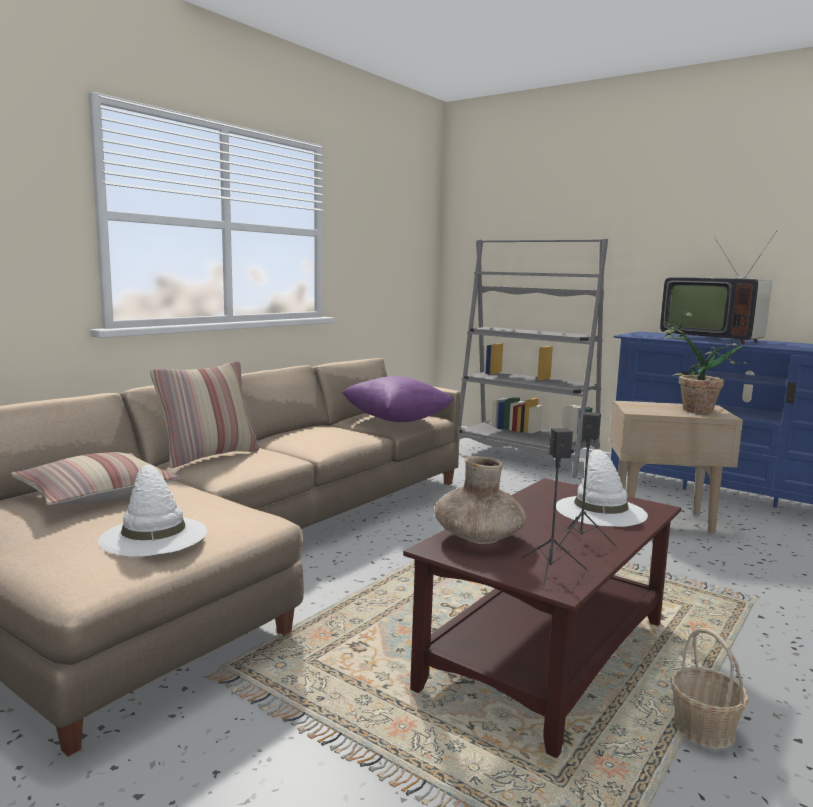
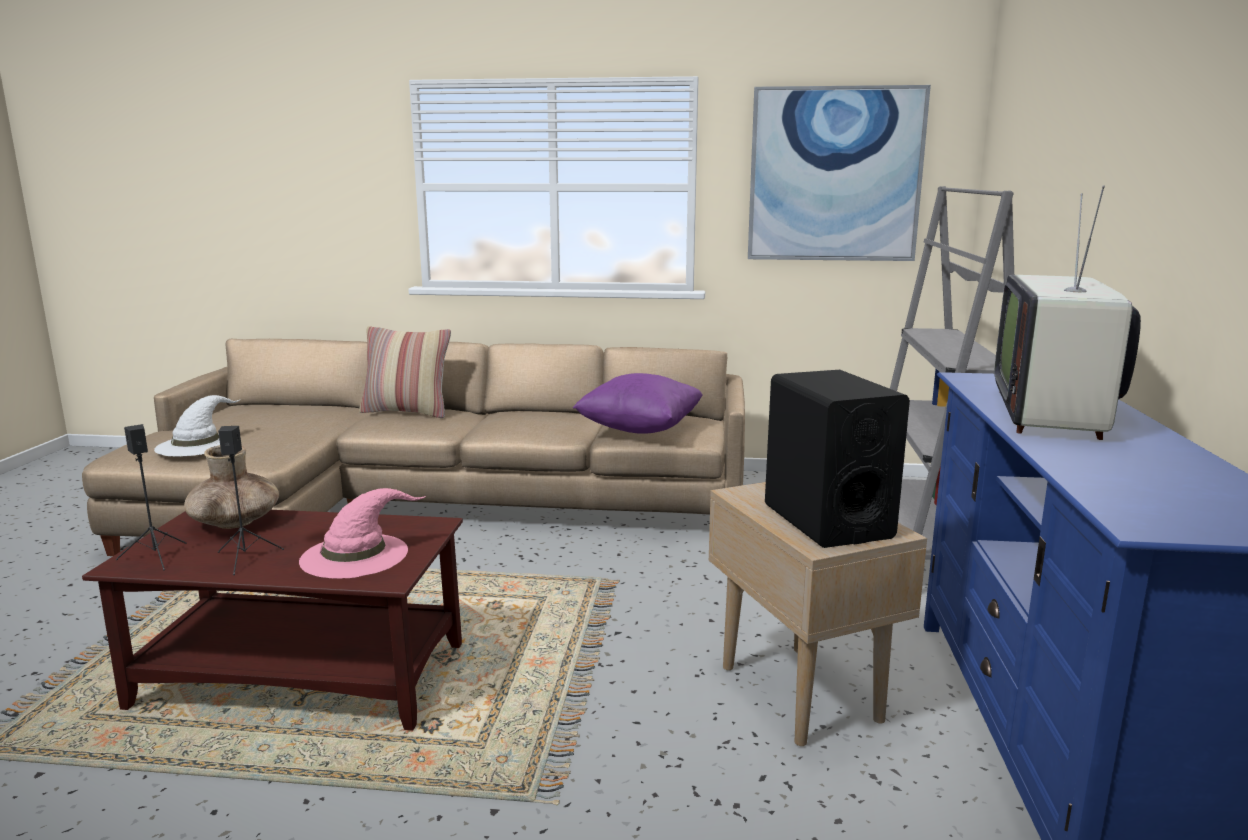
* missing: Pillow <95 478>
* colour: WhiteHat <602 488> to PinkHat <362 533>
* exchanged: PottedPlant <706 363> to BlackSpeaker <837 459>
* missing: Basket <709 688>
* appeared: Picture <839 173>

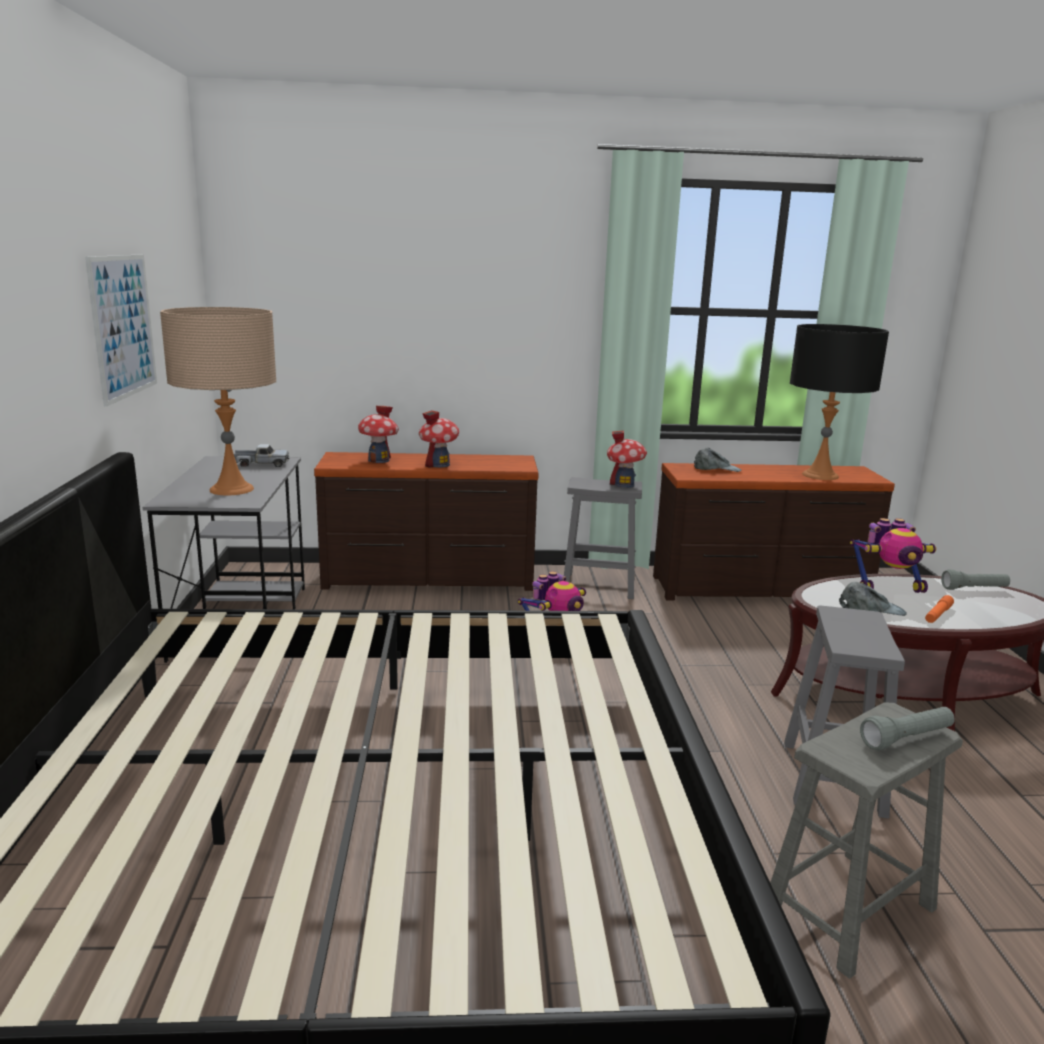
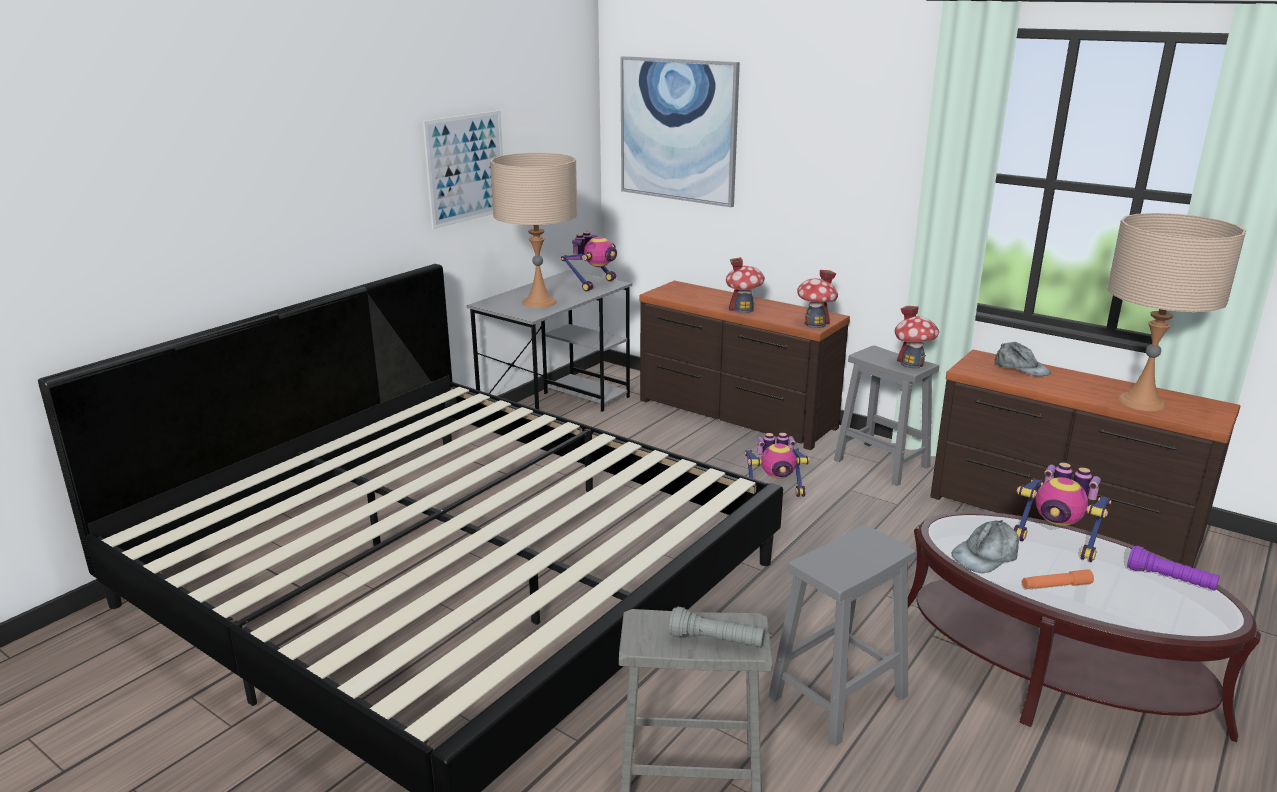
* exchanged: ToyTruck <261 455> to ToyRobot <589 262>
* relocated: ToyHouse <378 434> to <817 299>
* colour: BlackTableLamp <839 402> to BeigeTableLamp <1176 312>
* spun: GreyCap <873 599> = <985 547> 105 degrees clockwise
* colour: GreyFlashlight <975 579> to PurpleFlashlight <1173 568>
* appeared: Picture <680 131>

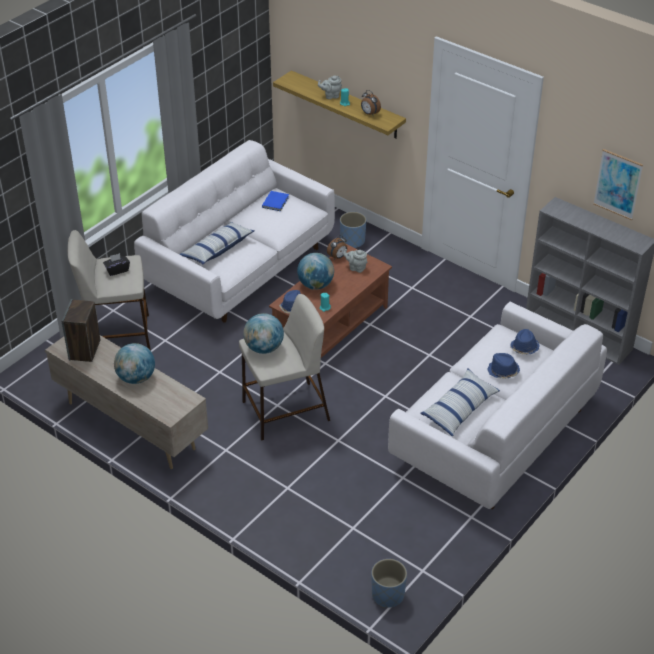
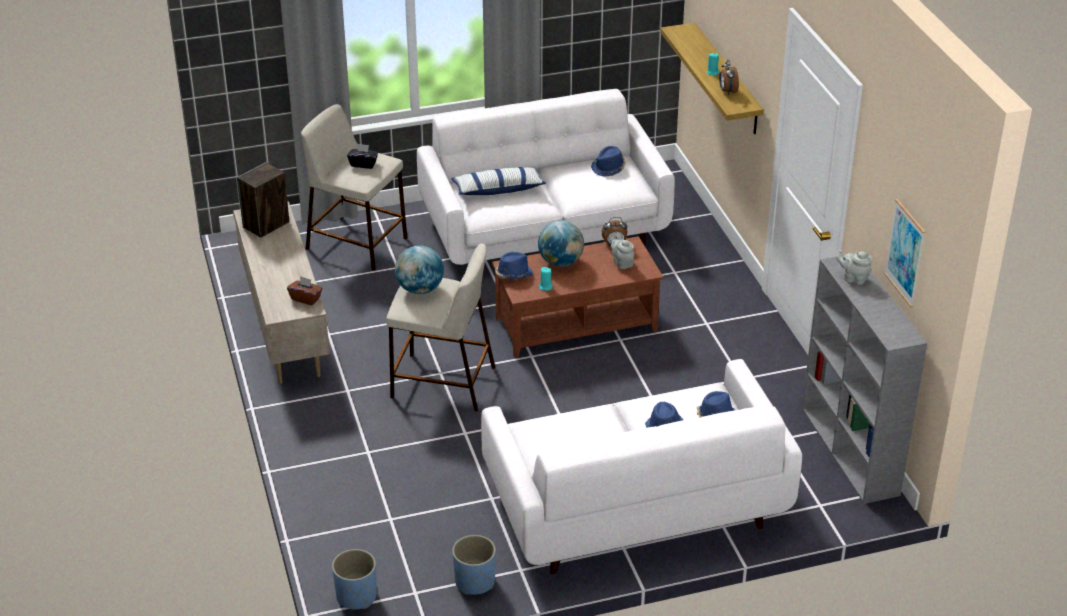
* missing: Globe <134 363>
* exchanged: BlueBook <275 201> to BlueHat <608 161>
* relocated: GreyTeapot <330 87> to <854 267>
* relocated: BluePlanter <353 230> to <474 565>
* missing: Pillow <460 402>
* appeared: BrownTissueBox <304 290>

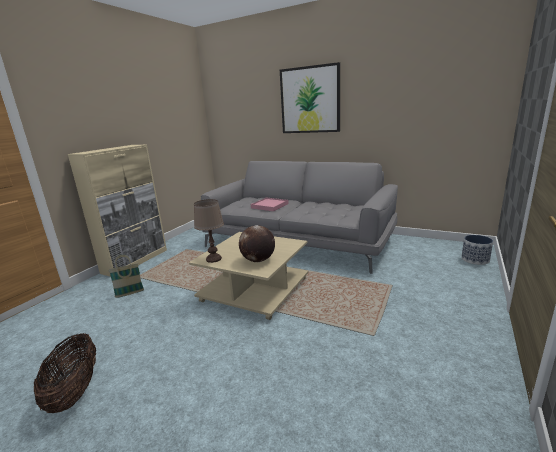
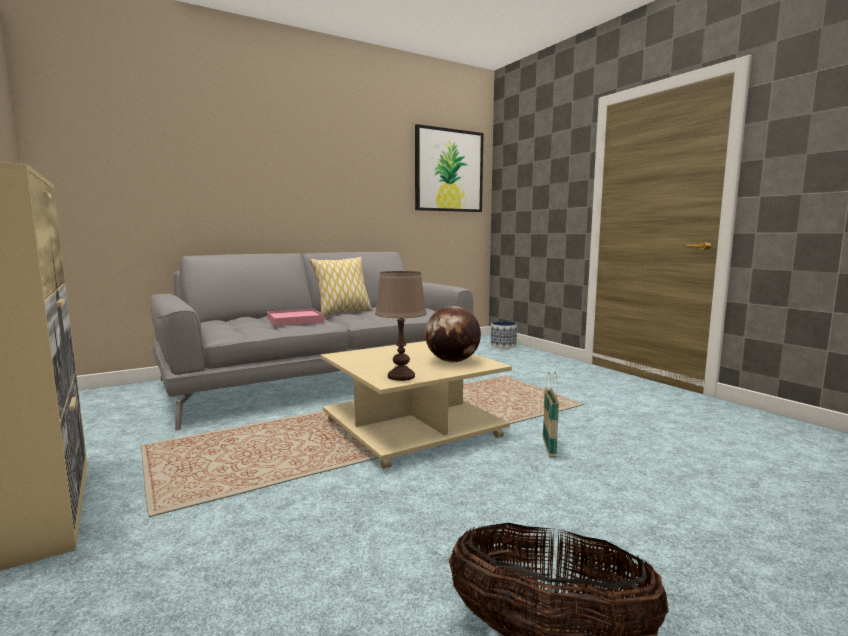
* relocated: Basket <126 276> to <551 415>
* relocated: Picture <310 97> to <449 168>
* appeared: Pillow <341 286>

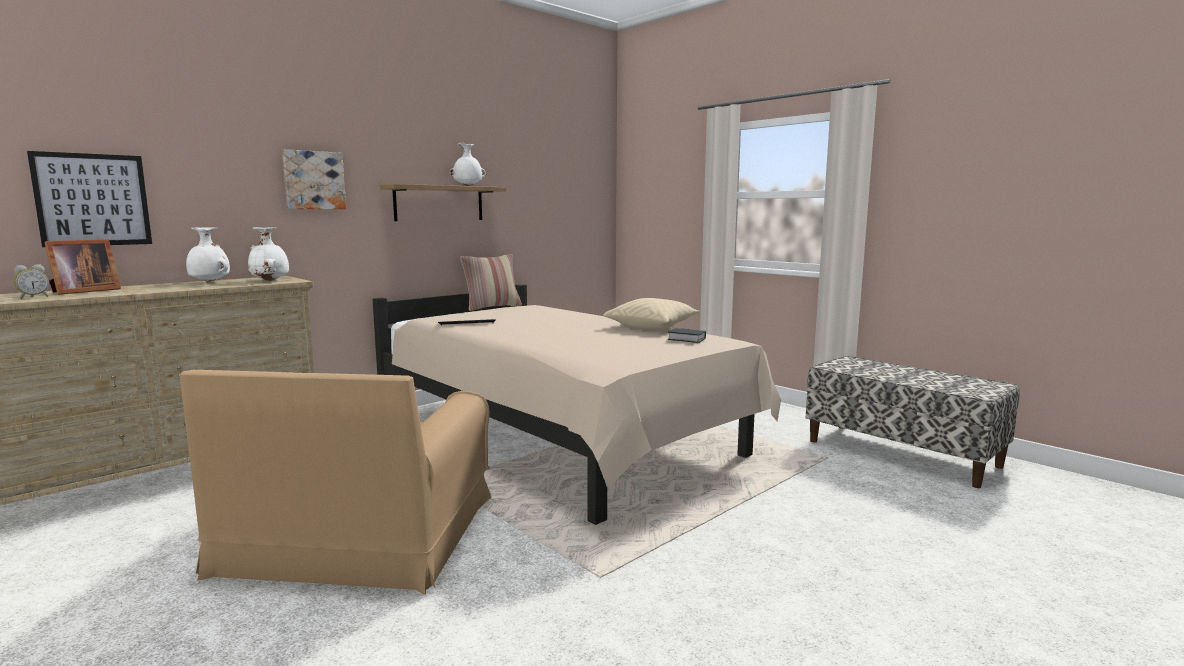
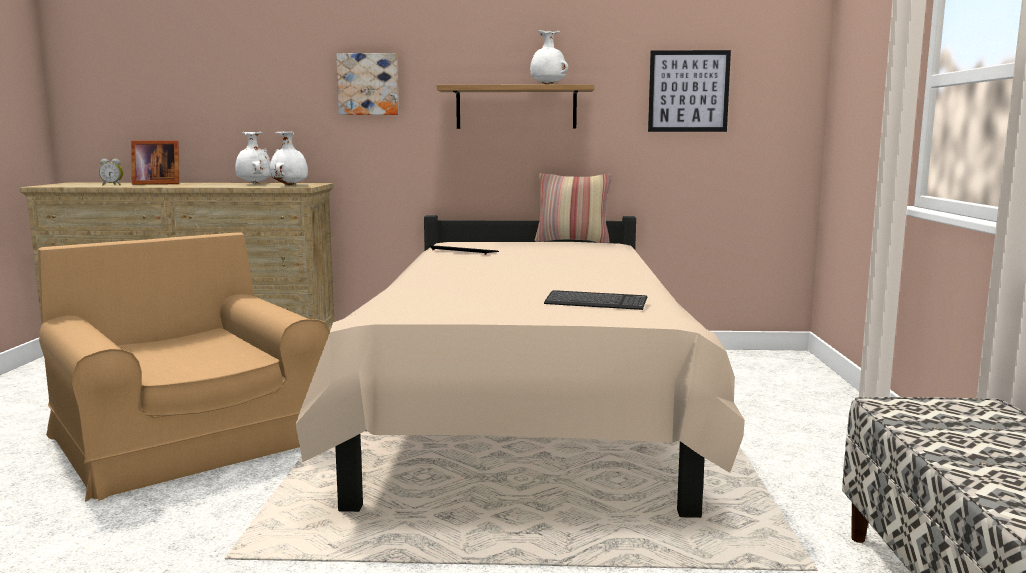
* relocated: Picture <89 199> to <689 91>
* spun: BrownArmchair <335 482> = <184 367> 90 degrees clockwise
* missing: BeigePillow <651 314>
* exchanged: Book <687 335> to Keyboard <595 300>

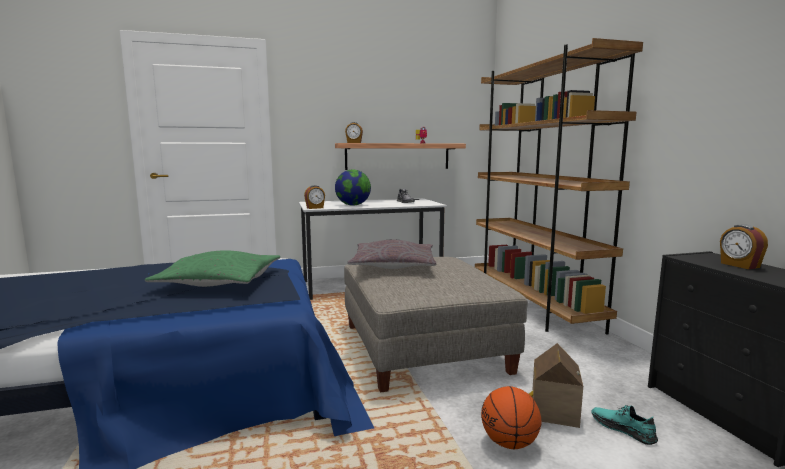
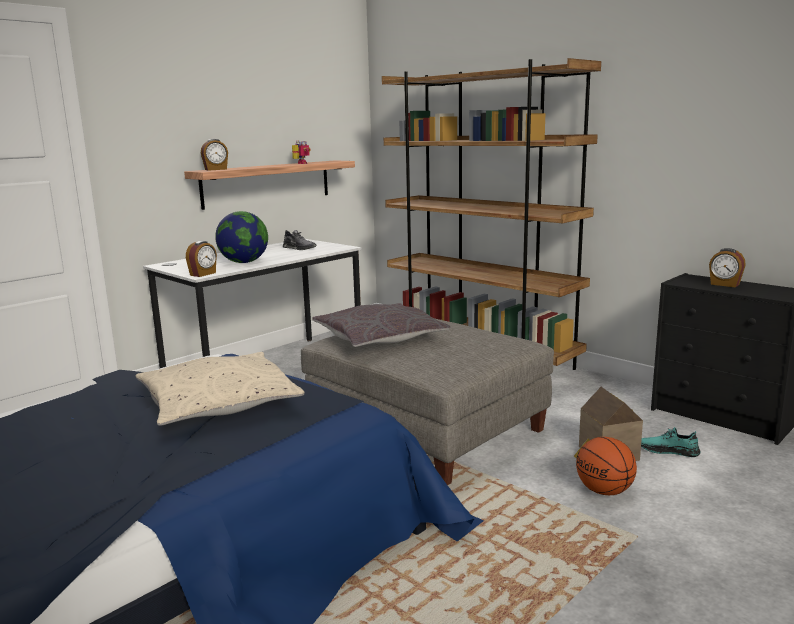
* colour: GreenPillow <212 268> to BeigePillow <220 389>

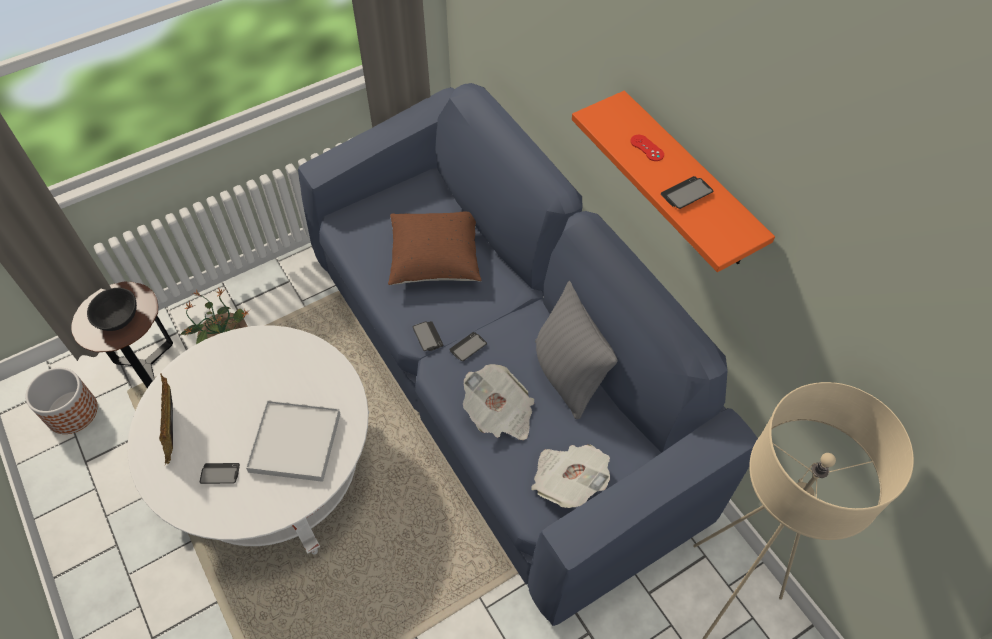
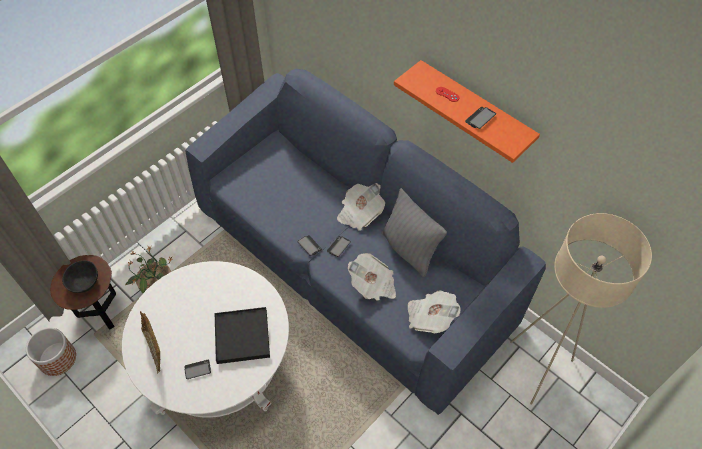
* colour: WhiteTray <293 441> to BlackTray <242 335>
* missing: BrownPillow <435 248>
* appeared: Newspaper <361 206>

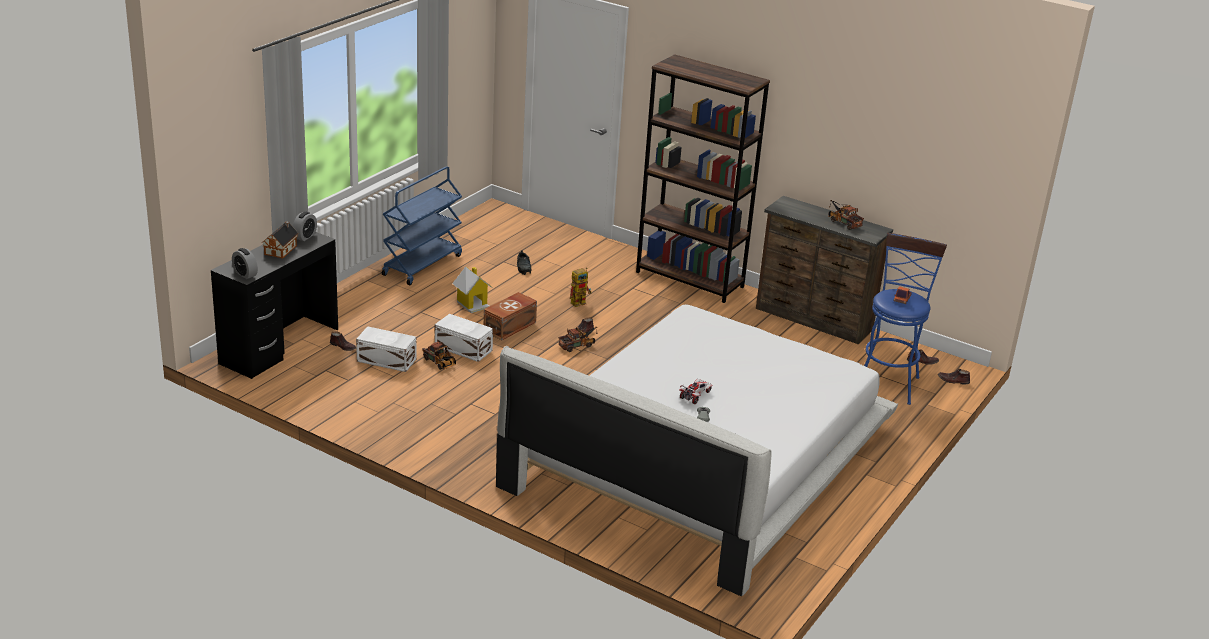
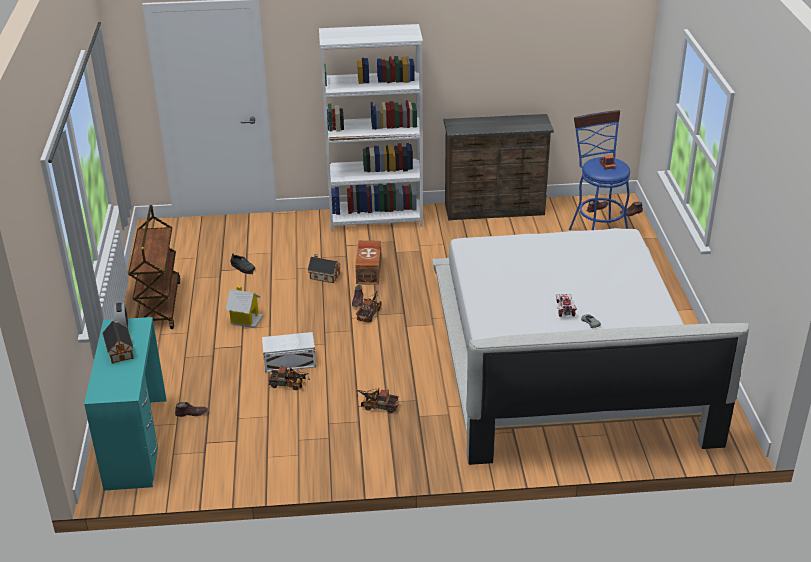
* colour: BlackDesk <274 305> to TurquoiseDesk <125 404>
* missing: AlarmClock <245 263>
* missing: WhiteStorageBox <386 349>
* colour: BlueCart <422 225> to BrownCart <154 267>
* relocated: BrownStorageBox <510 316> to <368 262>
* exchanged: ToyRobot <581 287> to ToyHouse <324 268>
* colour: BrownBookcase <703 178> to WhiteBookcase <371 127>
* relocated: ToyTruck <846 215> to <377 401>

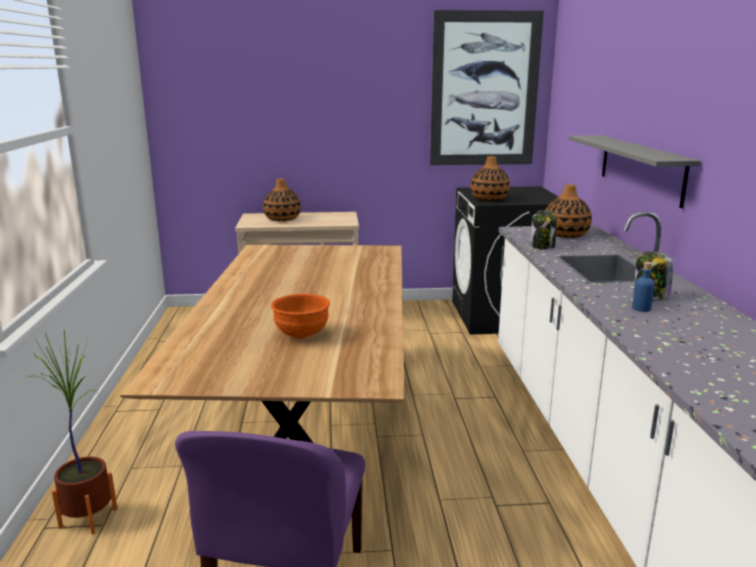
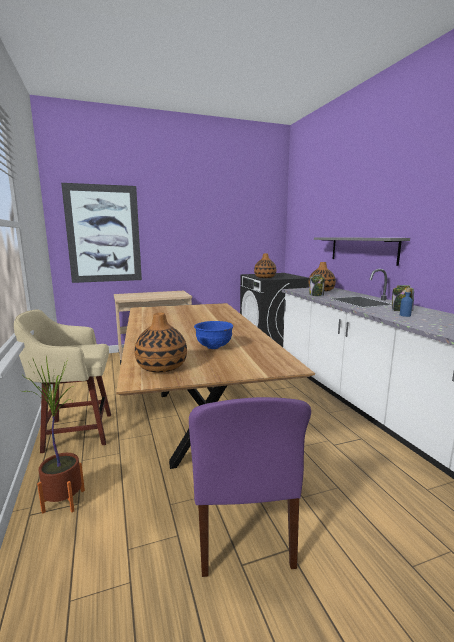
* relocated: Vase <282 200> to <161 343>
* colour: OrangeBowl <300 316> to BlueBowl <213 335>
* relocated: Picture <487 87> to <101 233>
* appeared: BeigeStool <62 381>

